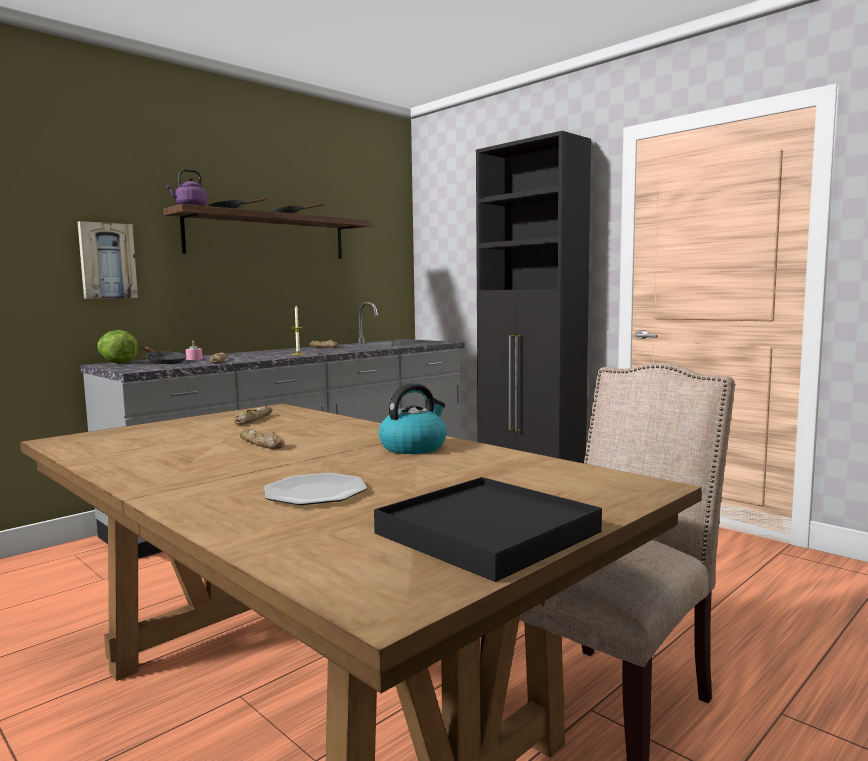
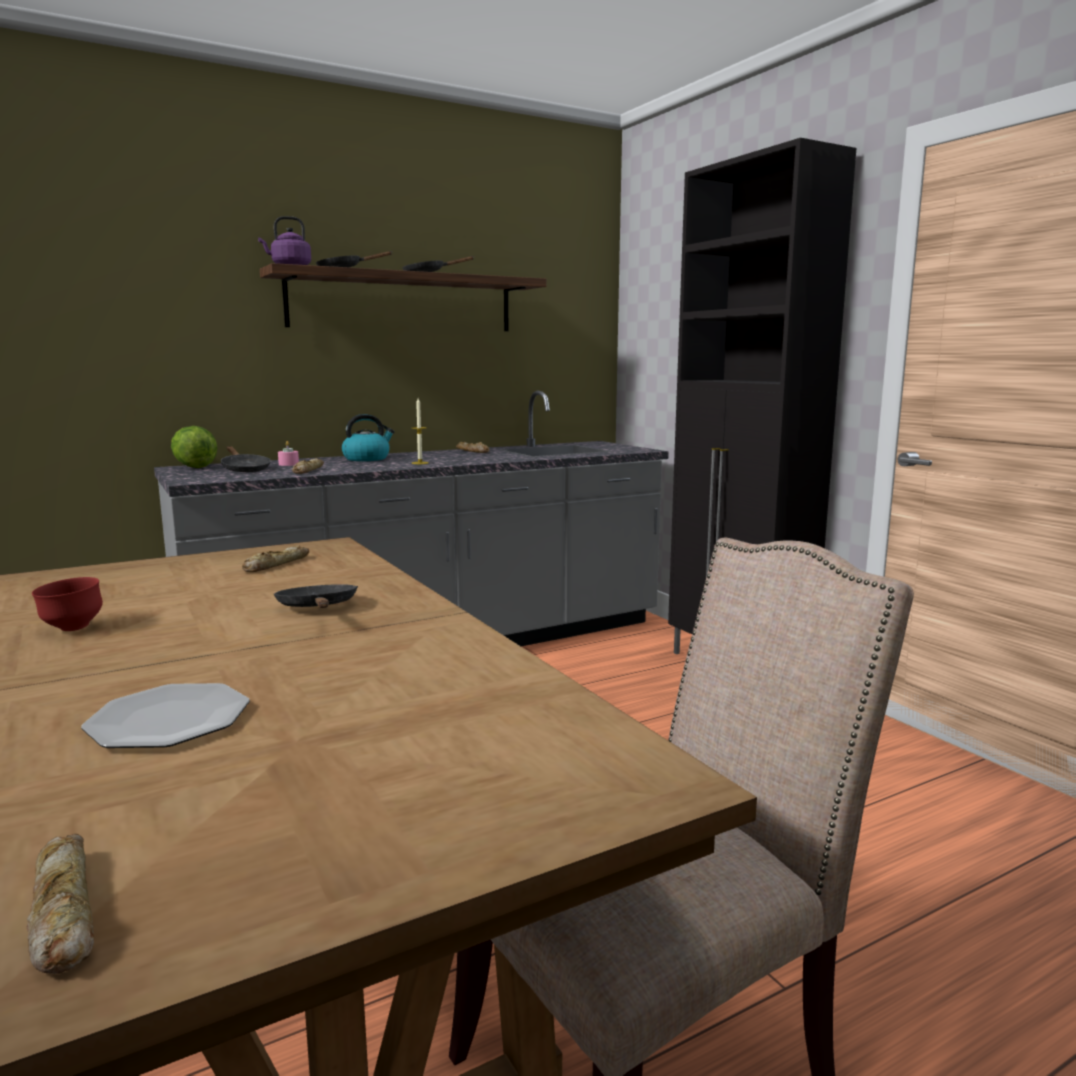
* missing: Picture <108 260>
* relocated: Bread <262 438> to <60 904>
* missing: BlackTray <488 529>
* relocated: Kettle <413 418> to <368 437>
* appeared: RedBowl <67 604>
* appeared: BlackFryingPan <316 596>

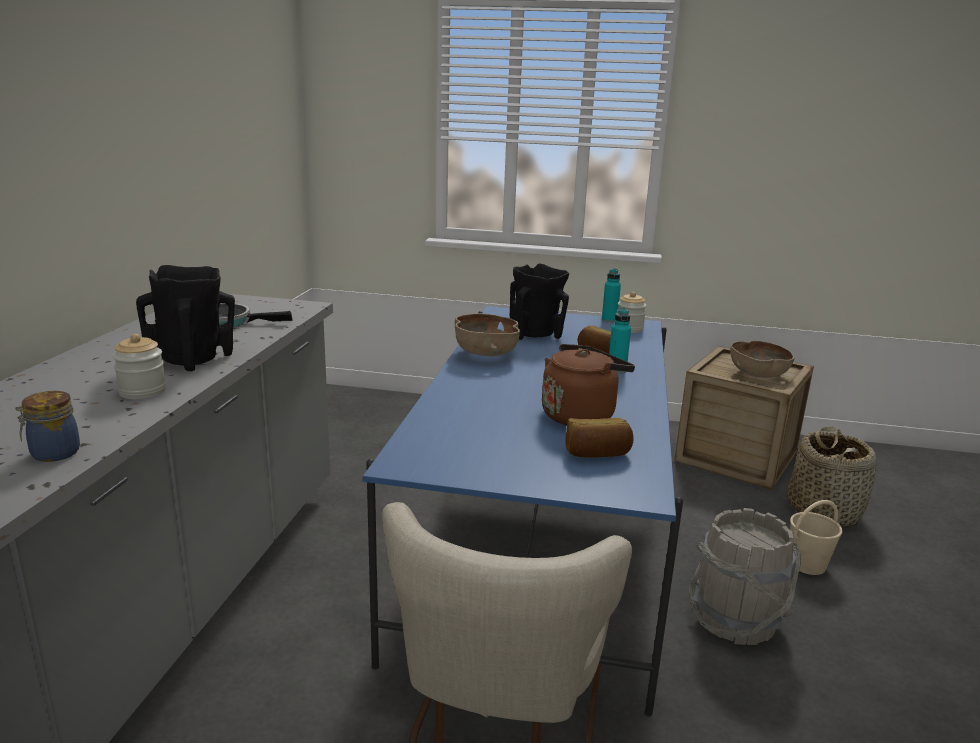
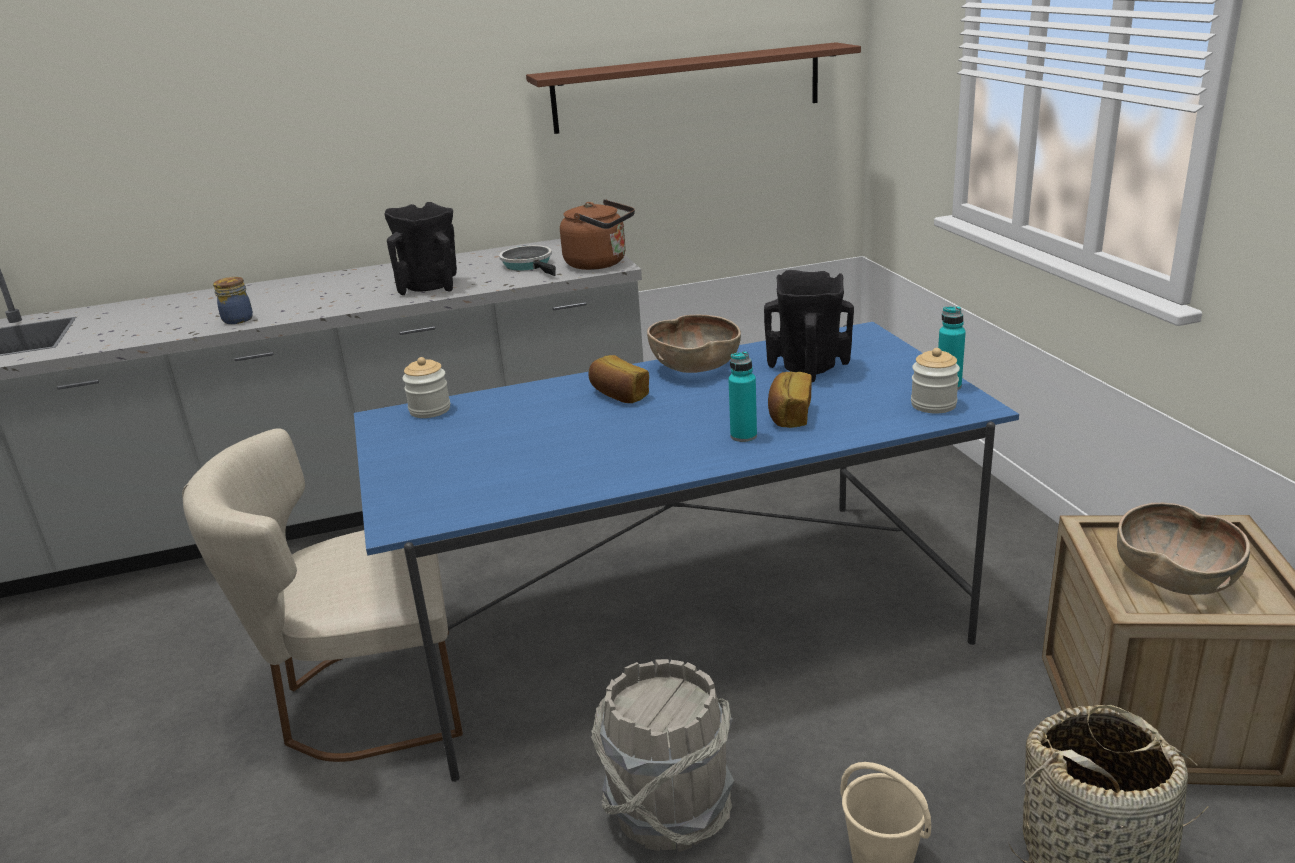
* relocated: Jar <139 366> to <426 387>
* relocated: BrownKettle <588 384> to <597 234>
* relocated: Bread <599 438> to <619 379>
* appeared: BrownShelf <693 88>

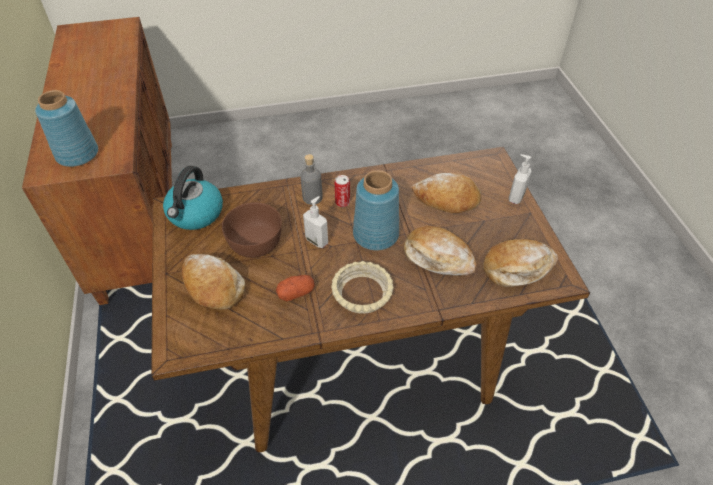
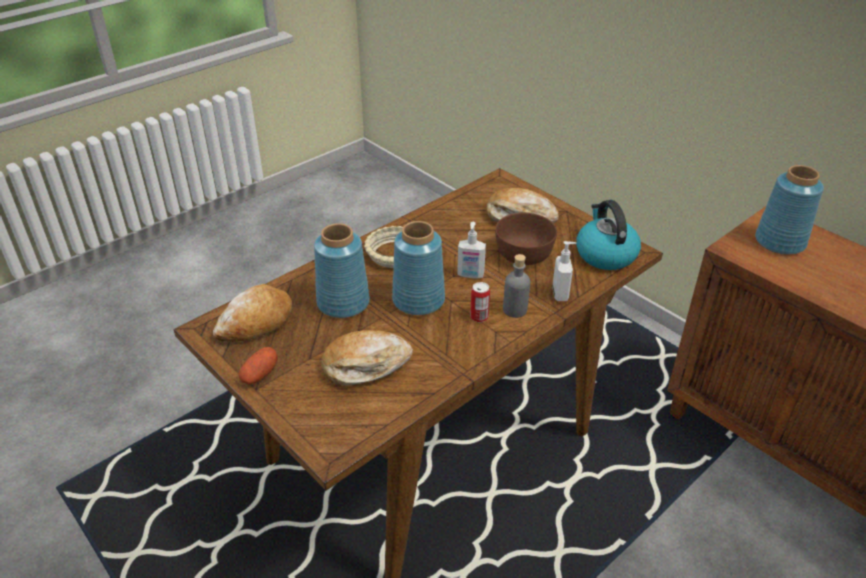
* relocated: Potato <295 288> to <258 365>
* exchanged: Bread <439 251> to BlueVase <342 270>
* relocated: SoapDispenser <520 179> to <564 271>

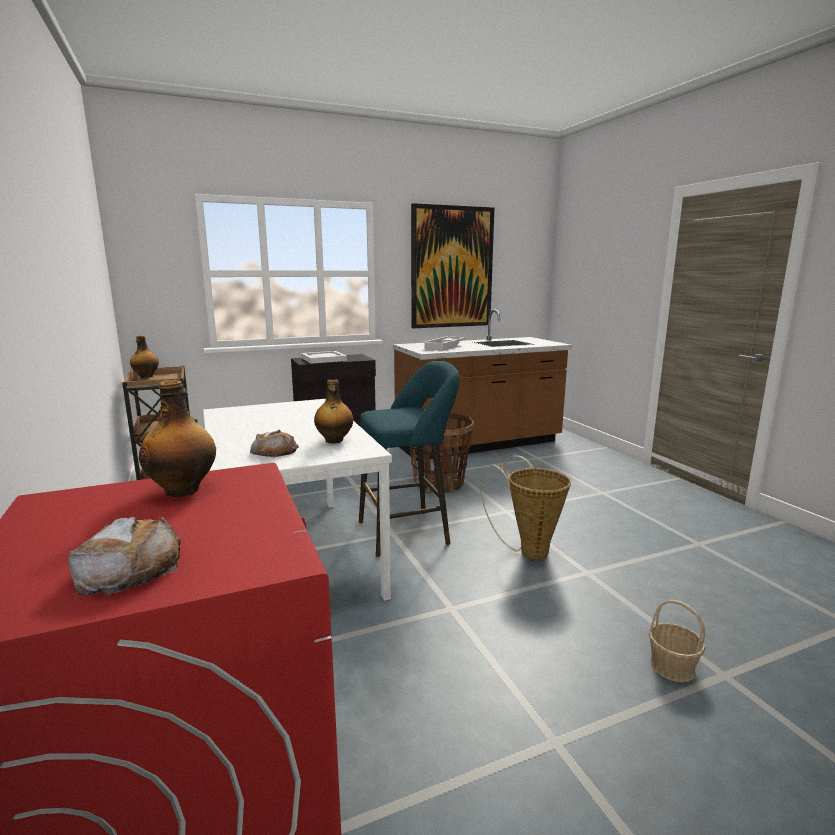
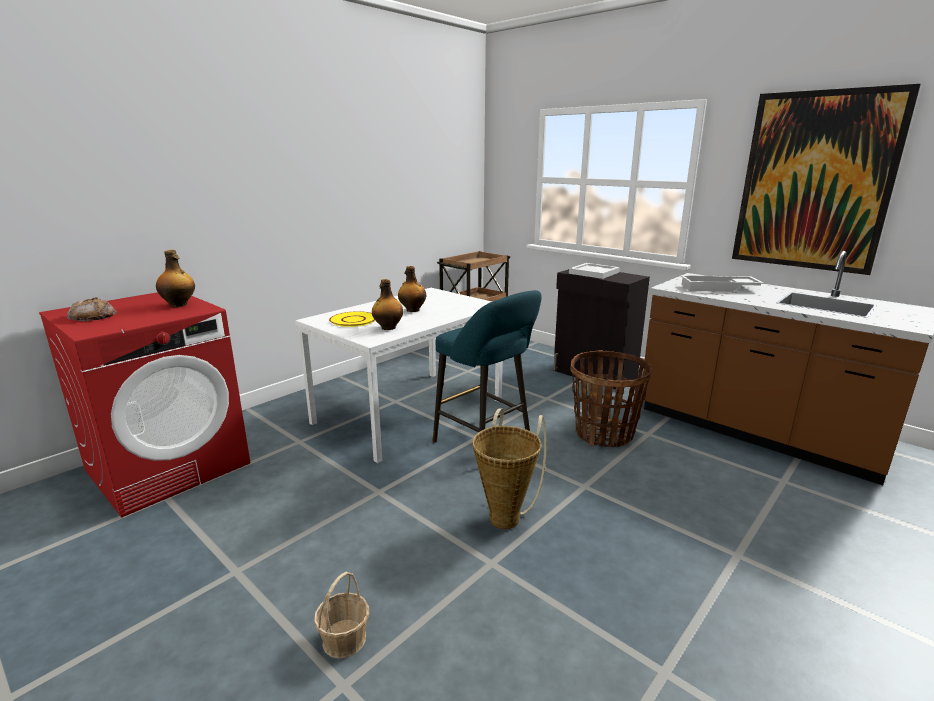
* relocated: Bottle <144 357> to <412 289>
* exchanged: Bread <274 443> to YellowPlate <352 319>

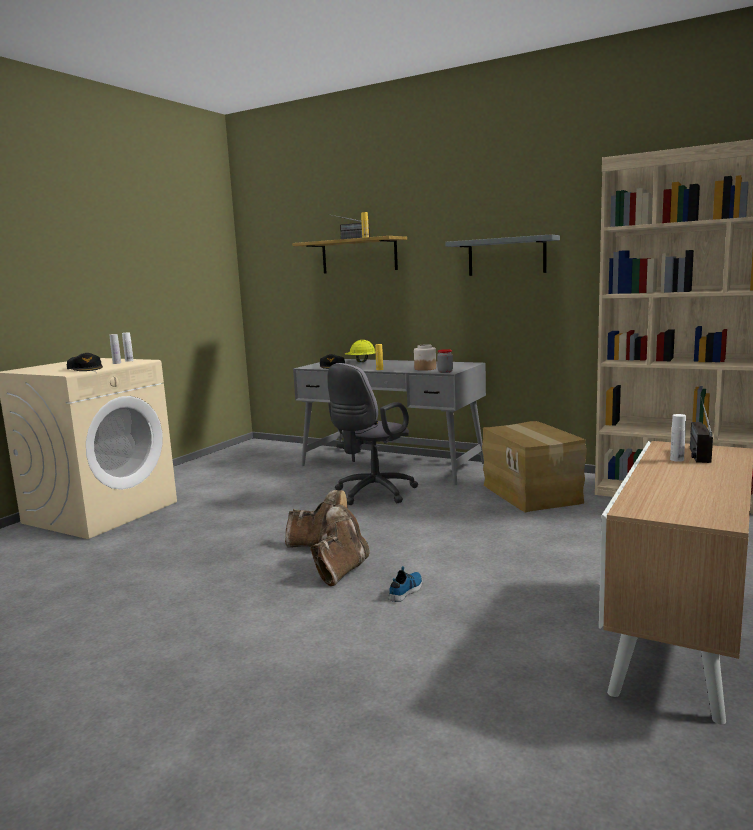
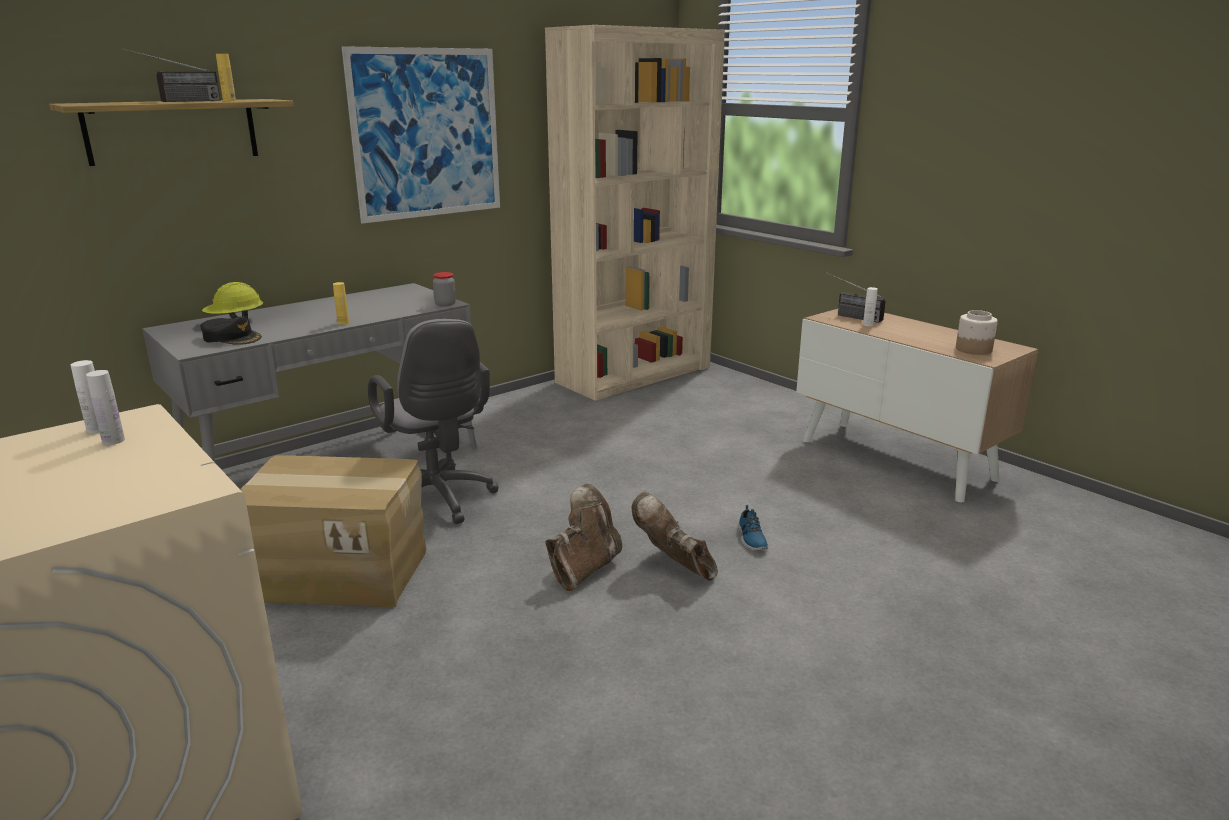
* missing: BlackCap <85 362>
* spun: Shoe <405 584> = <753 527> 150 degrees counterclockwise
* relocated: Jar <425 357> to <977 332>
* exchanged: GreyShelf <502 255> to Picture <421 135>
* relocated: CardboardBox <534 467> to <333 531>

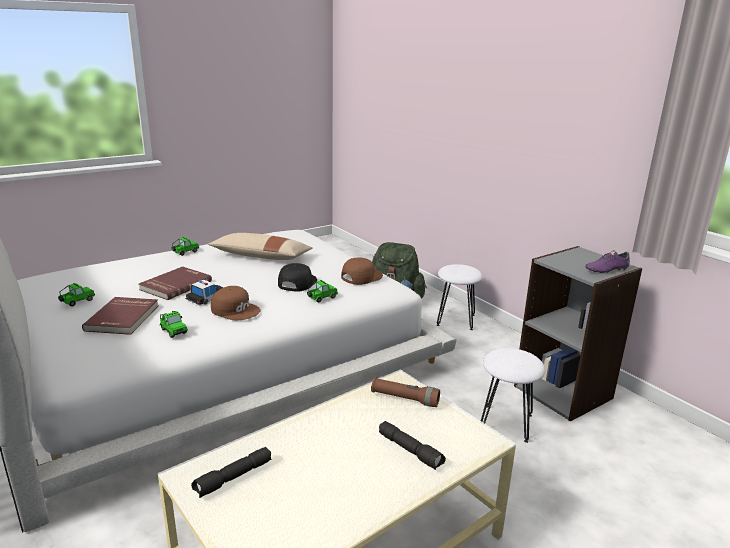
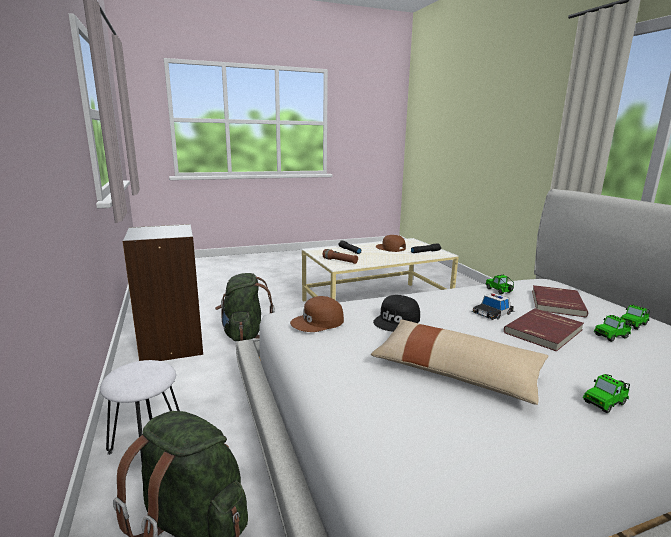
* relocated: BrownCap <236 303> to <391 243>
* relocated: ToyCar <322 291> to <613 328>
* exchanged: WhiteStool <513 395> to GreenBackpack <245 307>
* missing: PurpleShoe <607 262>

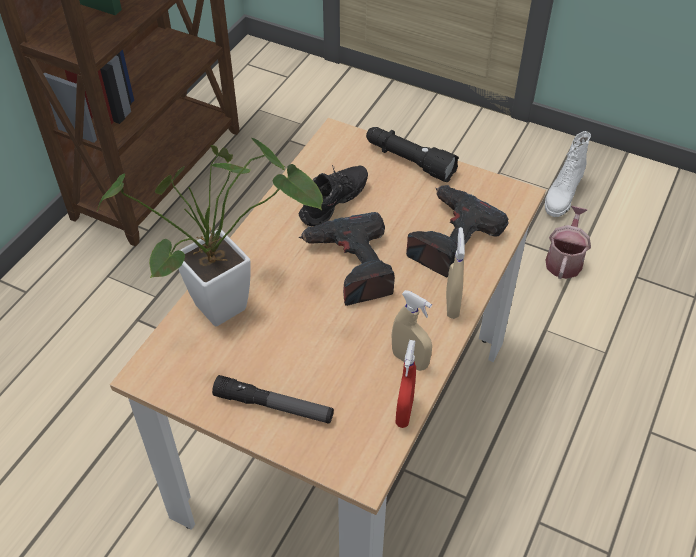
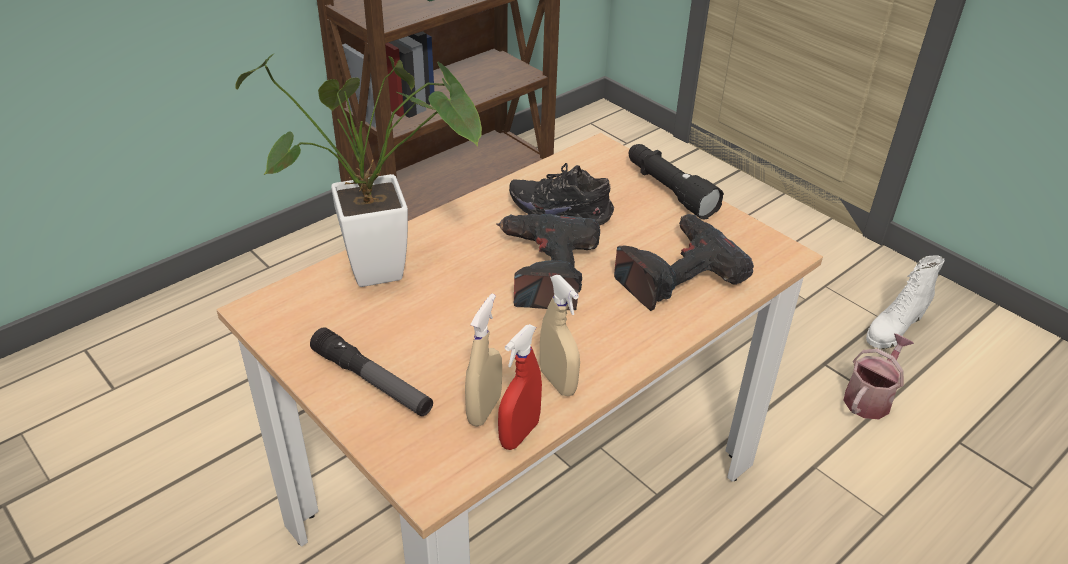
* spun: BlackShoe <333 196> = <561 194> 135 degrees counterclockwise
* relocated: BeigeSprayBottle <455 273> to <483 360>

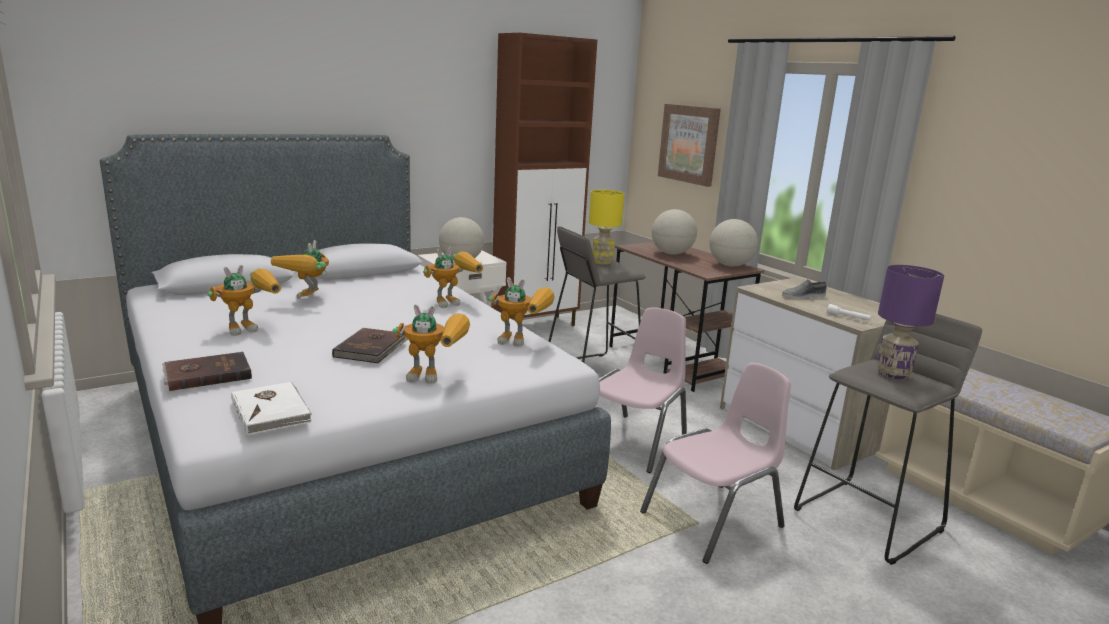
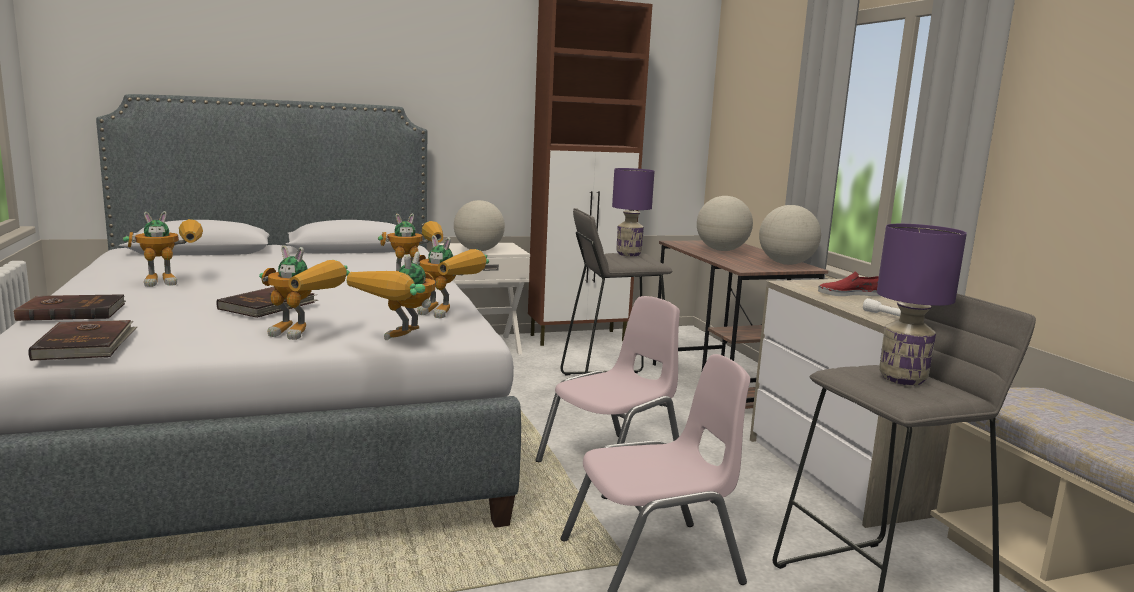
* colour: WhiteBook <271 408> to BrownBook <83 340>
* relocated: ToyRobot <300 269> to <391 295>
* colour: YellowTableLamp <606 227> to PurpleTableLamp <633 212>
* missing: Picture <689 145>
* colour: GreyShoe <804 289> to RedShoe <849 283>

